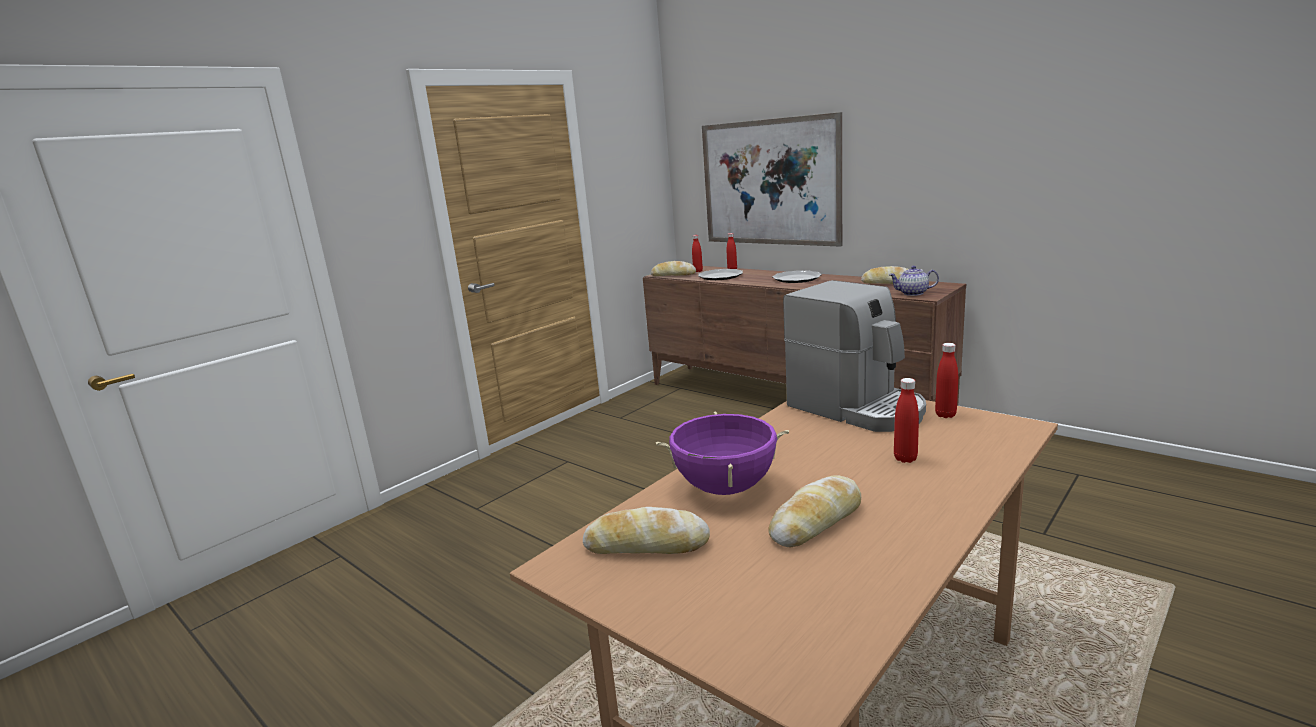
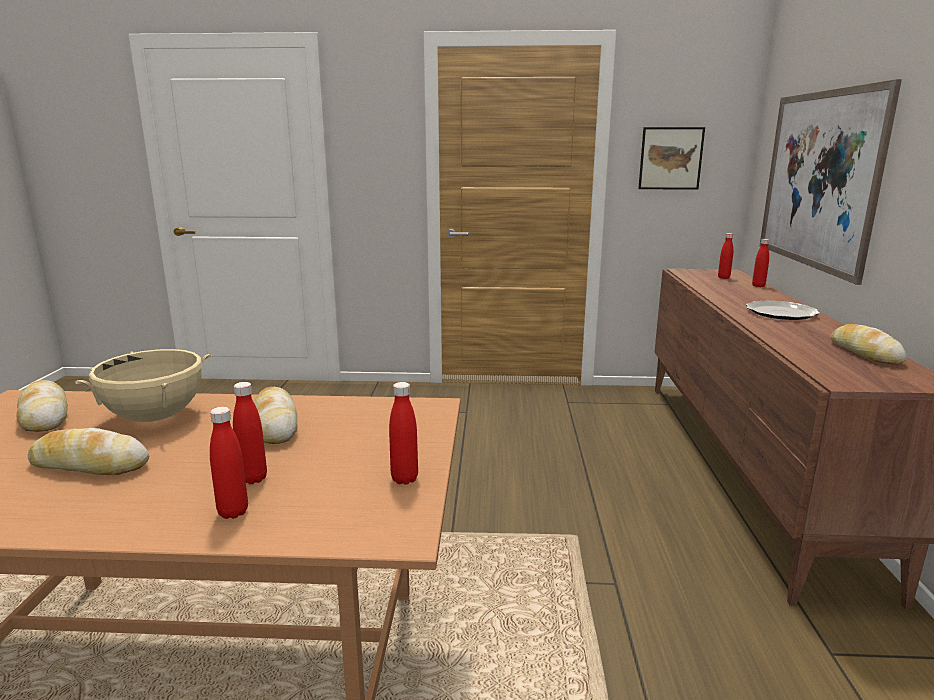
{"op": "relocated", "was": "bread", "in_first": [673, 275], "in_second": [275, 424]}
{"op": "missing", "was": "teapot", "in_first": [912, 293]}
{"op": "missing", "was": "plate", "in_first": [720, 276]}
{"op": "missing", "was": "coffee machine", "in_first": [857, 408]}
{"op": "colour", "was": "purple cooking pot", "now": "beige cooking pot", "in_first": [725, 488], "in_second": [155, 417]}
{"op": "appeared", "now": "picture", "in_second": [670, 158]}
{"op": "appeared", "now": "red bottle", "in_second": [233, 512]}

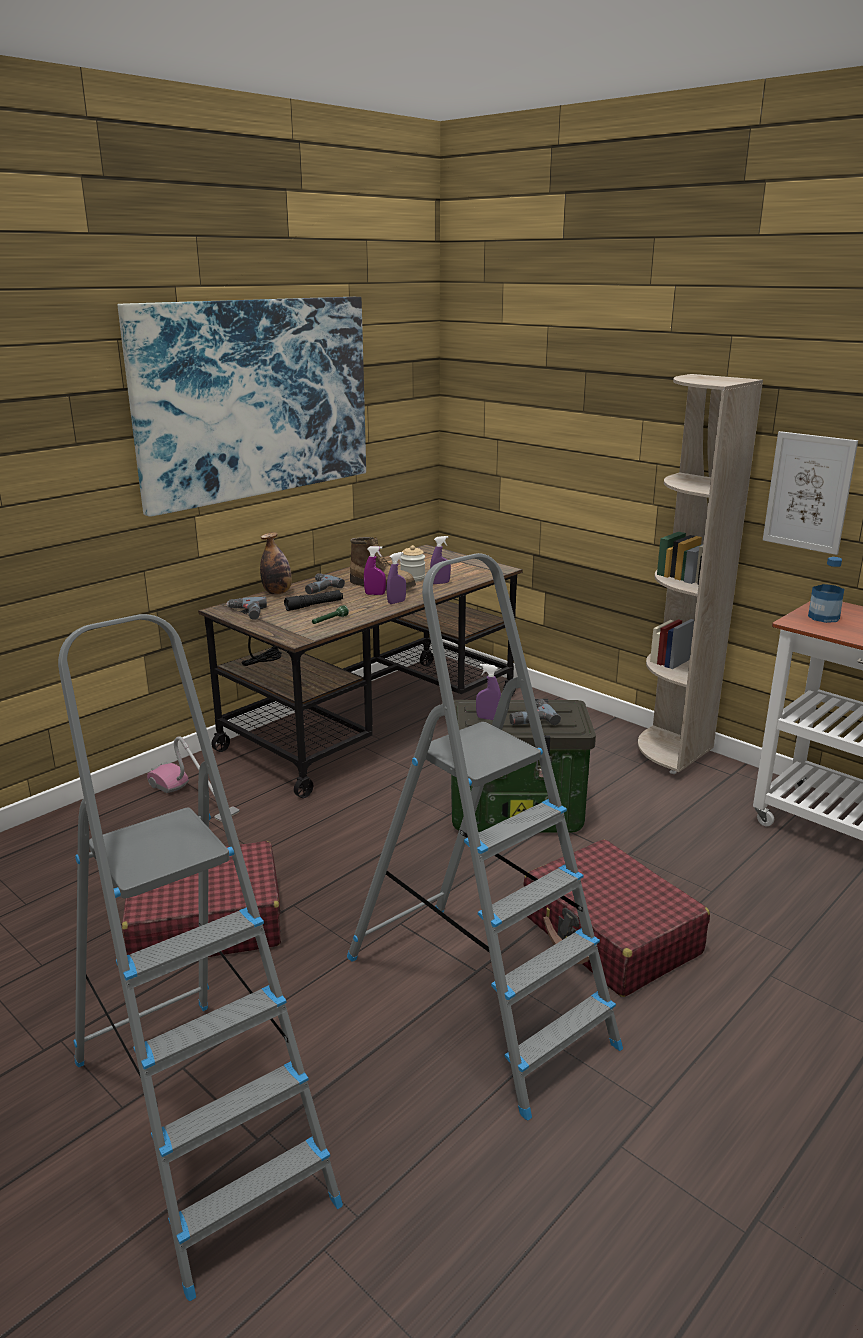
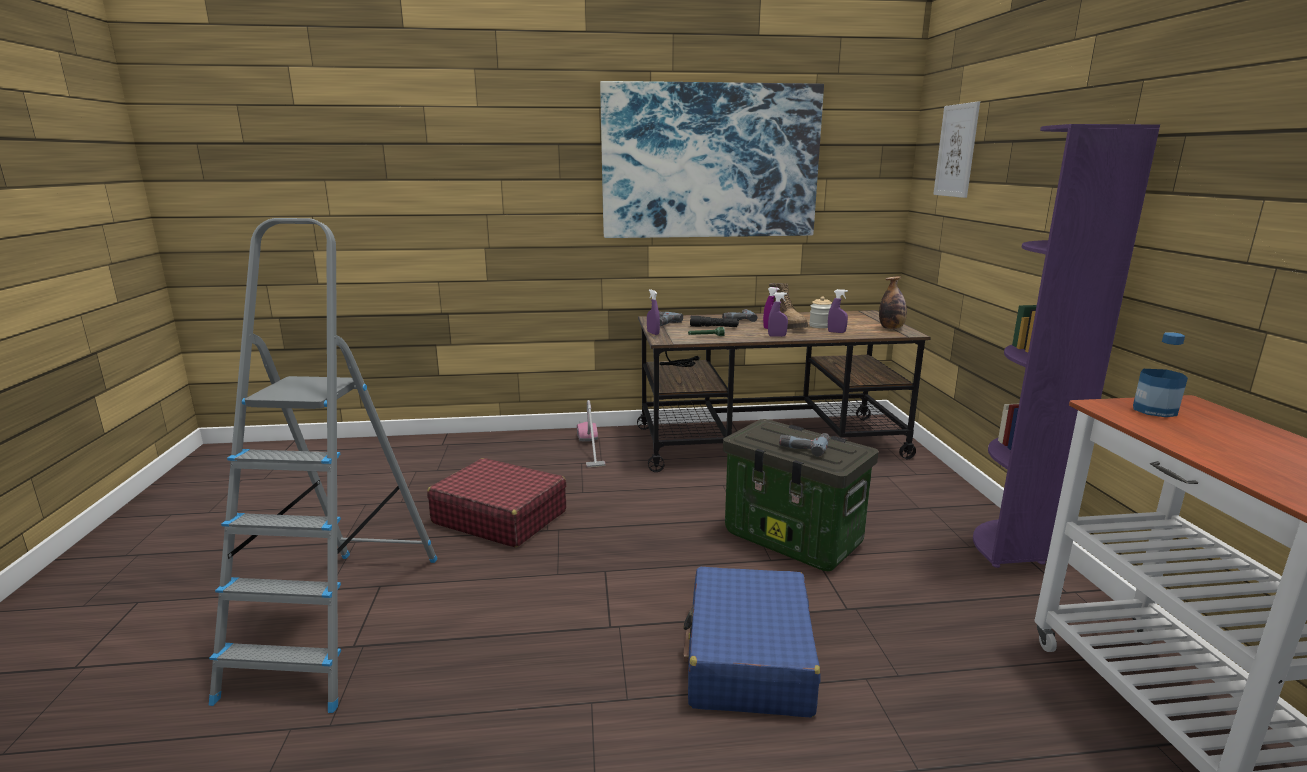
{"op": "colour", "was": "beige bookcase", "now": "purple bookcase", "in_first": [668, 757], "in_second": [1008, 552]}
{"op": "relocated", "was": "picture", "in_first": [808, 492], "in_second": [956, 151]}
{"op": "relocated", "was": "bottle", "in_first": [277, 593], "in_second": [891, 328]}
{"op": "missing", "was": "grey step ladder", "in_first": [478, 1000]}
{"op": "relocated", "was": "purple spray bottle", "in_first": [488, 718], "in_second": [653, 333]}
{"op": "colour", "was": "red suitcase", "now": "blue suitcase", "in_first": [611, 935], "in_second": [748, 658]}

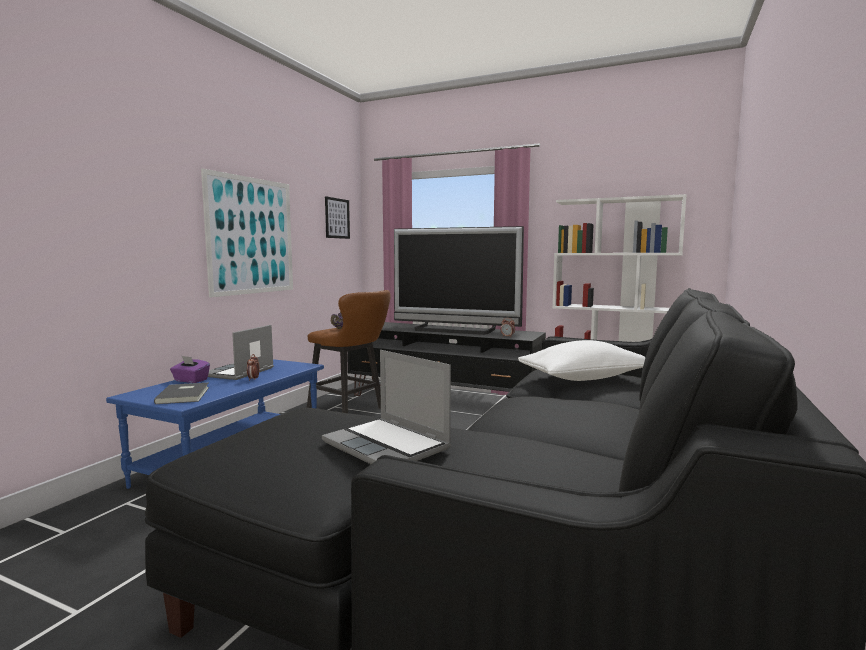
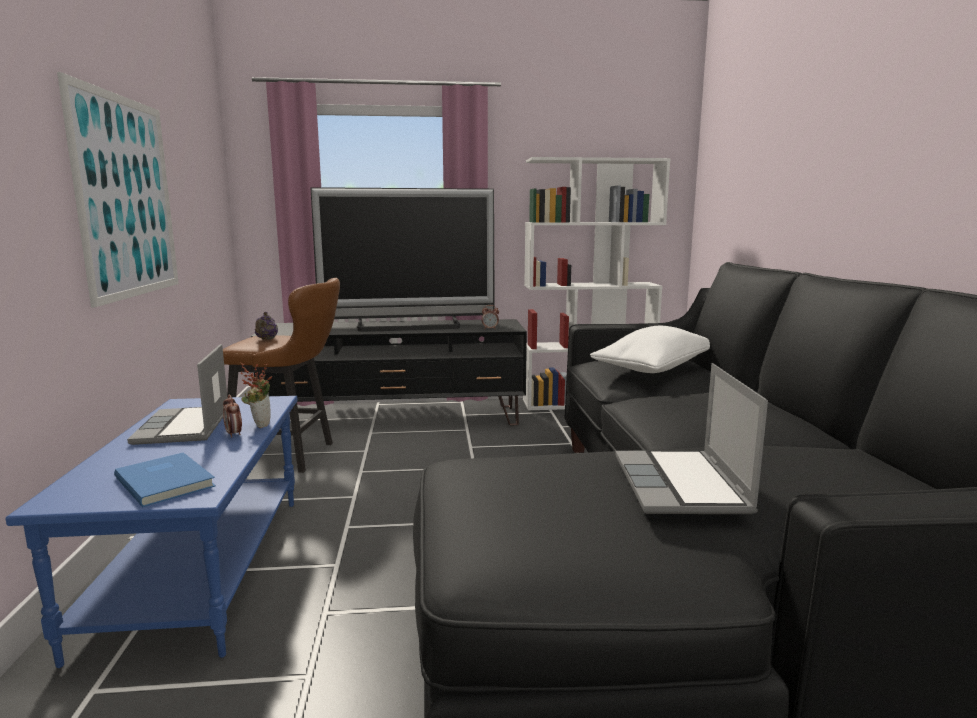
{"op": "missing", "was": "picture", "in_first": [337, 218]}
{"op": "spun", "was": "laptop", "in_first": [388, 446], "in_second": [682, 486], "clockwise": 75}
{"op": "missing", "was": "purple tissue box", "in_first": [190, 380]}
{"op": "colour", "was": "grey book", "now": "blue book", "in_first": [185, 395], "in_second": [167, 481]}
{"op": "appeared", "now": "potted plant", "in_second": [260, 424]}

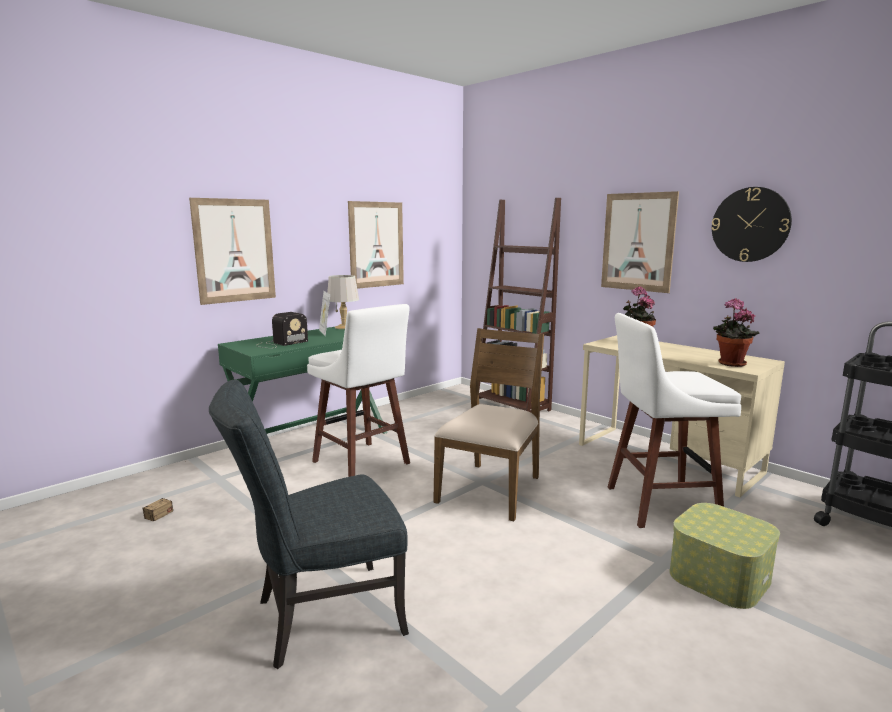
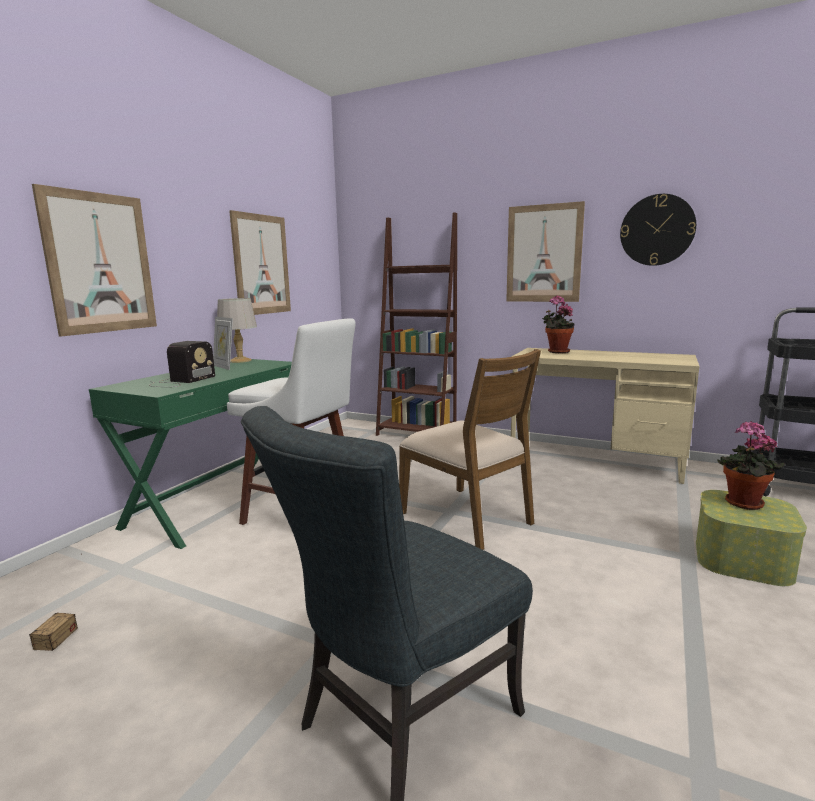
{"op": "relocated", "was": "potted plant", "in_first": [729, 364], "in_second": [742, 504]}
{"op": "missing", "was": "white stool", "in_first": [658, 505]}
{"op": "spun", "was": "brown chair", "in_first": [491, 489], "in_second": [467, 517], "clockwise": 135}

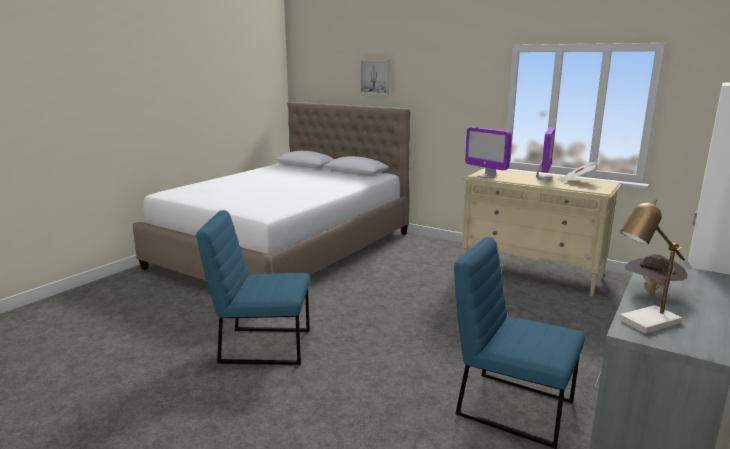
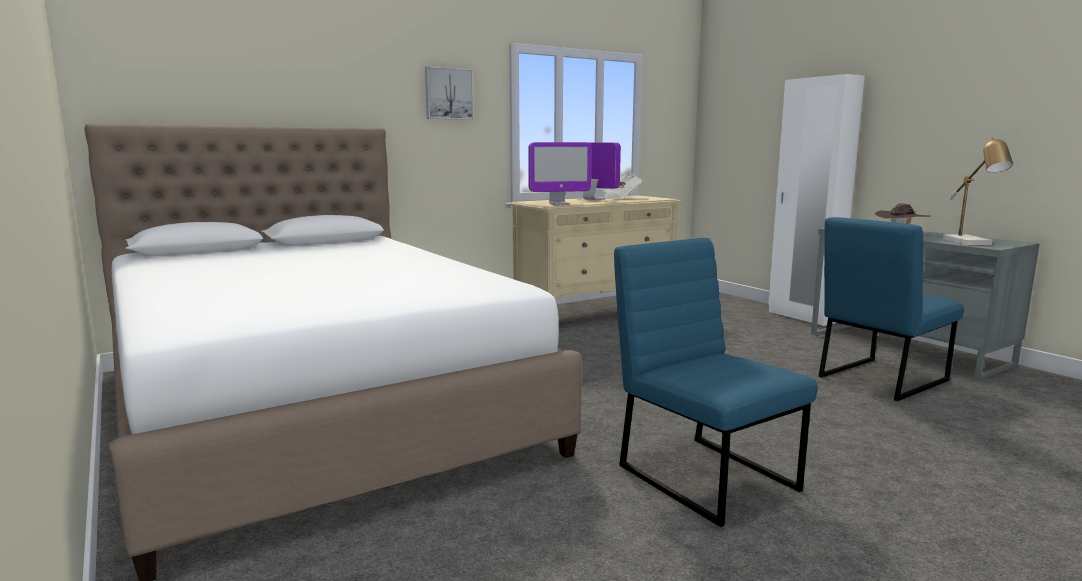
{"op": "relocated", "was": "picture", "in_first": [375, 77], "in_second": [448, 94]}
{"op": "spun", "was": "blue chair", "in_first": [262, 345], "in_second": [704, 475], "clockwise": 120}

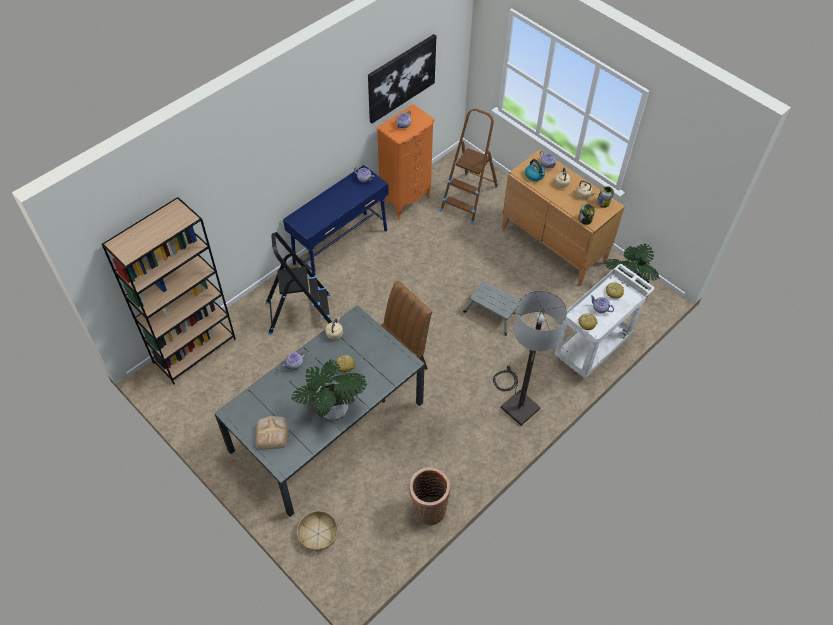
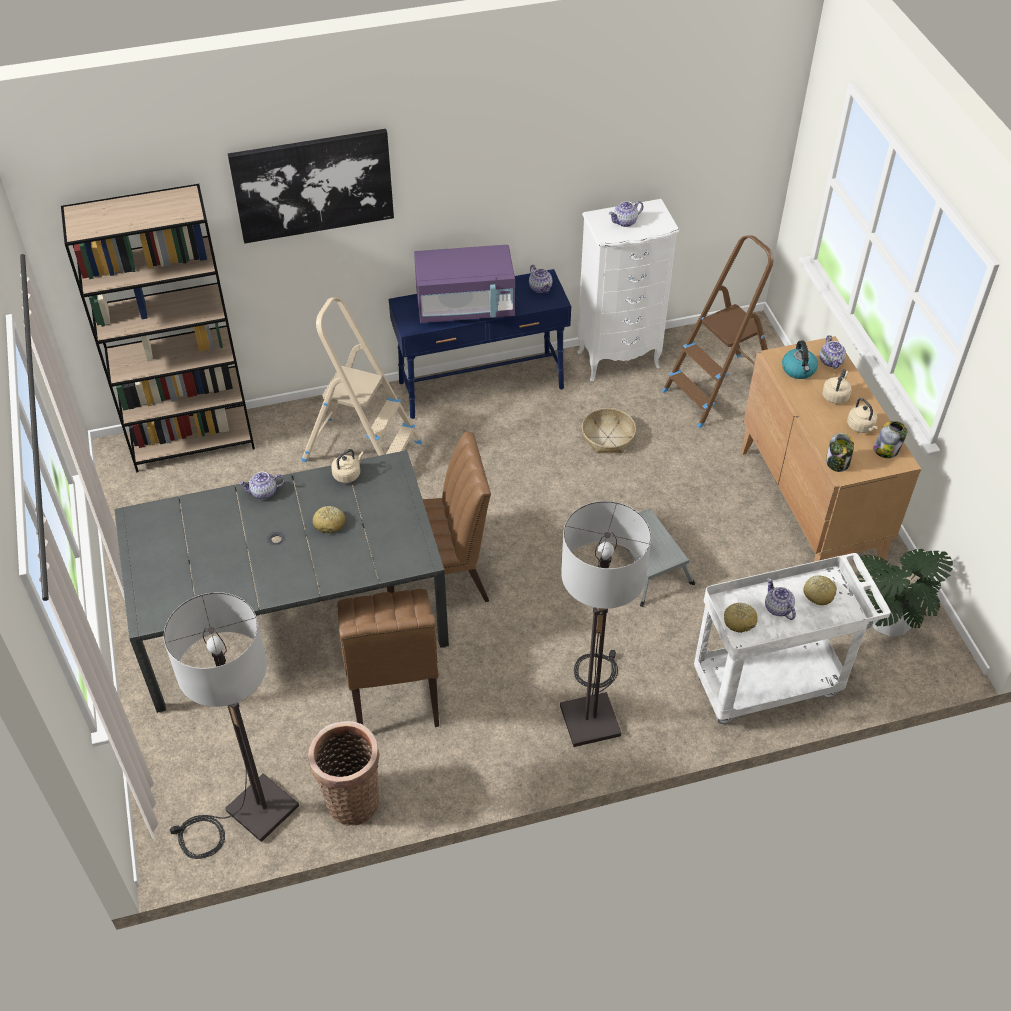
{"op": "relocated", "was": "picture", "in_first": [401, 78], "in_second": [313, 185]}
{"op": "colour", "was": "orange dresser", "now": "white dresser", "in_first": [406, 202], "in_second": [619, 361]}
{"op": "colour", "was": "black step ladder", "now": "beige step ladder", "in_first": [300, 314], "in_second": [363, 451]}
{"op": "missing", "was": "potted plant", "in_first": [333, 408]}
{"op": "missing", "was": "bread", "in_first": [272, 433]}
{"op": "relocated", "was": "basket", "in_first": [318, 534], "in_second": [608, 437]}
{"op": "appeared", "now": "purple microwave", "in_second": [465, 307]}
{"op": "appeared", "now": "brown chair", "in_second": [393, 687]}
{"op": "appeared", "now": "floor lamp", "in_second": [244, 817]}

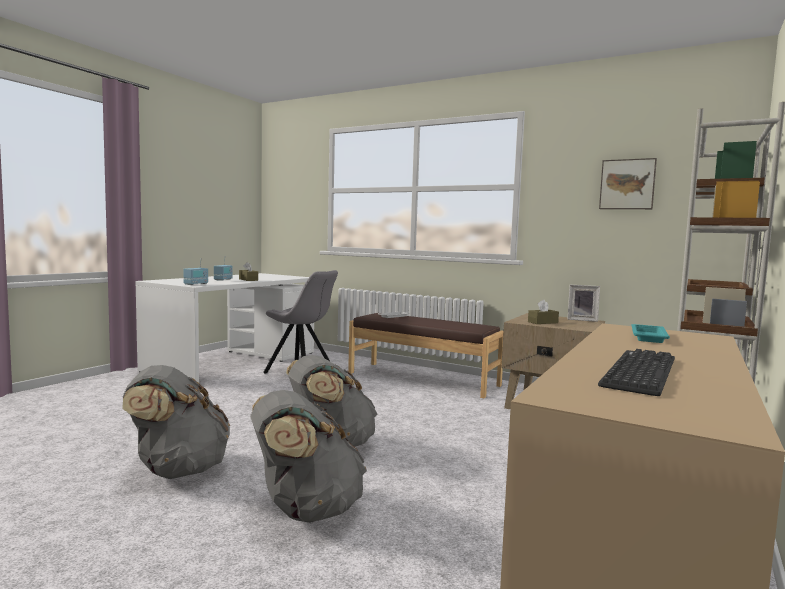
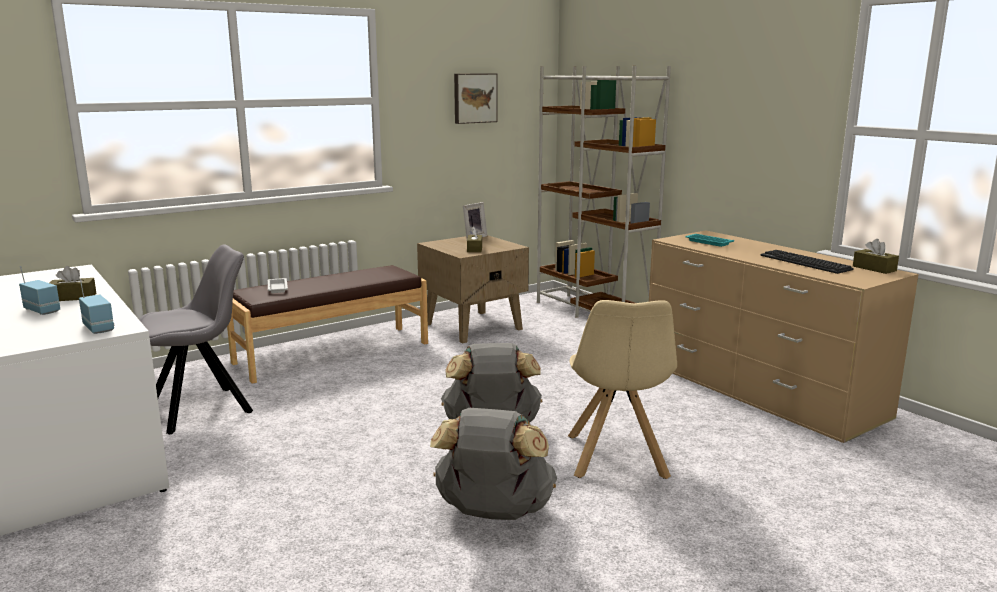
{"op": "exchanged", "was": "grey backpack", "now": "beige chair", "in_first": [305, 509], "in_second": [617, 459]}
{"op": "appeared", "now": "brown tissue box", "in_second": [874, 268]}

